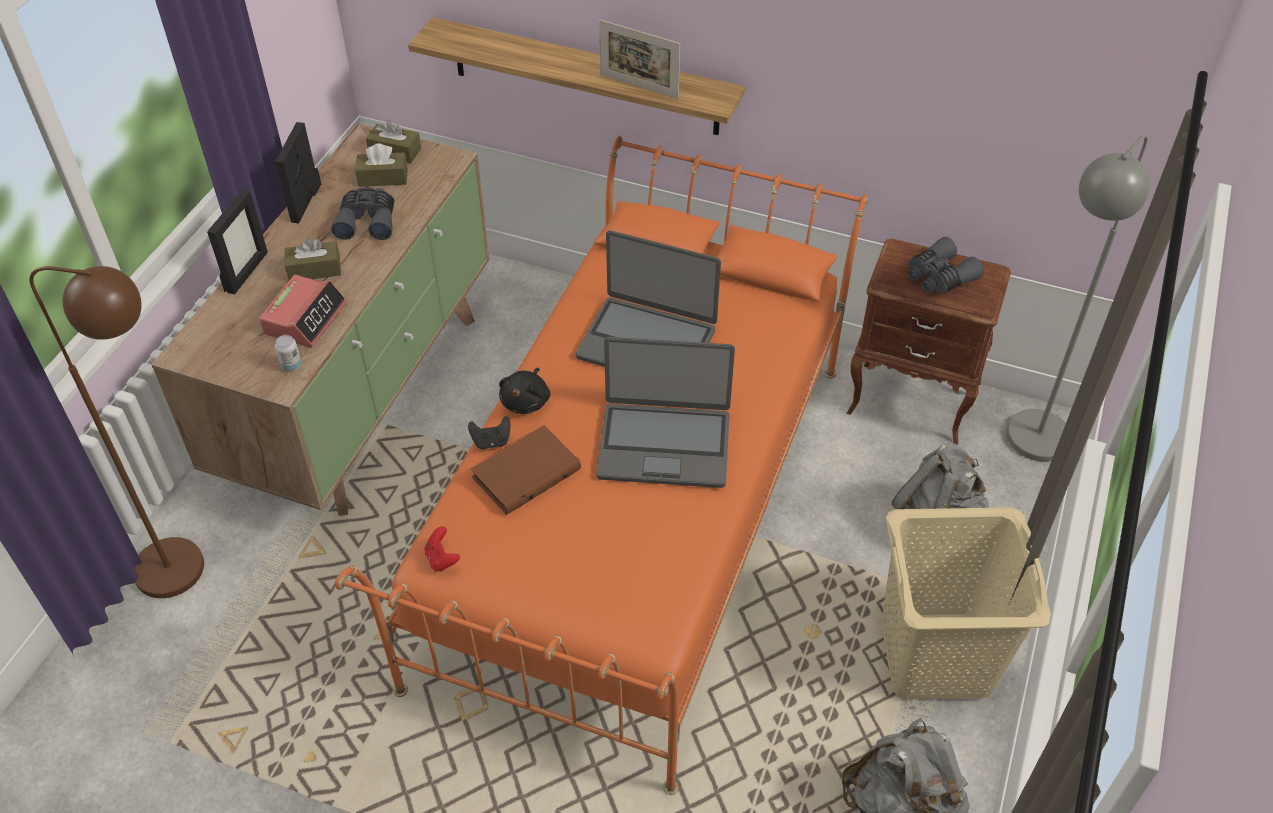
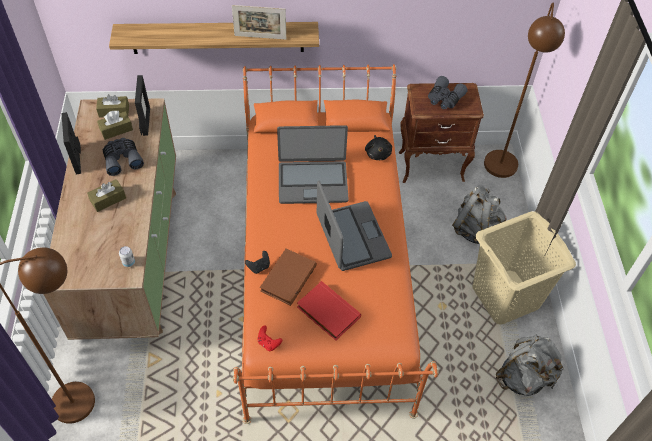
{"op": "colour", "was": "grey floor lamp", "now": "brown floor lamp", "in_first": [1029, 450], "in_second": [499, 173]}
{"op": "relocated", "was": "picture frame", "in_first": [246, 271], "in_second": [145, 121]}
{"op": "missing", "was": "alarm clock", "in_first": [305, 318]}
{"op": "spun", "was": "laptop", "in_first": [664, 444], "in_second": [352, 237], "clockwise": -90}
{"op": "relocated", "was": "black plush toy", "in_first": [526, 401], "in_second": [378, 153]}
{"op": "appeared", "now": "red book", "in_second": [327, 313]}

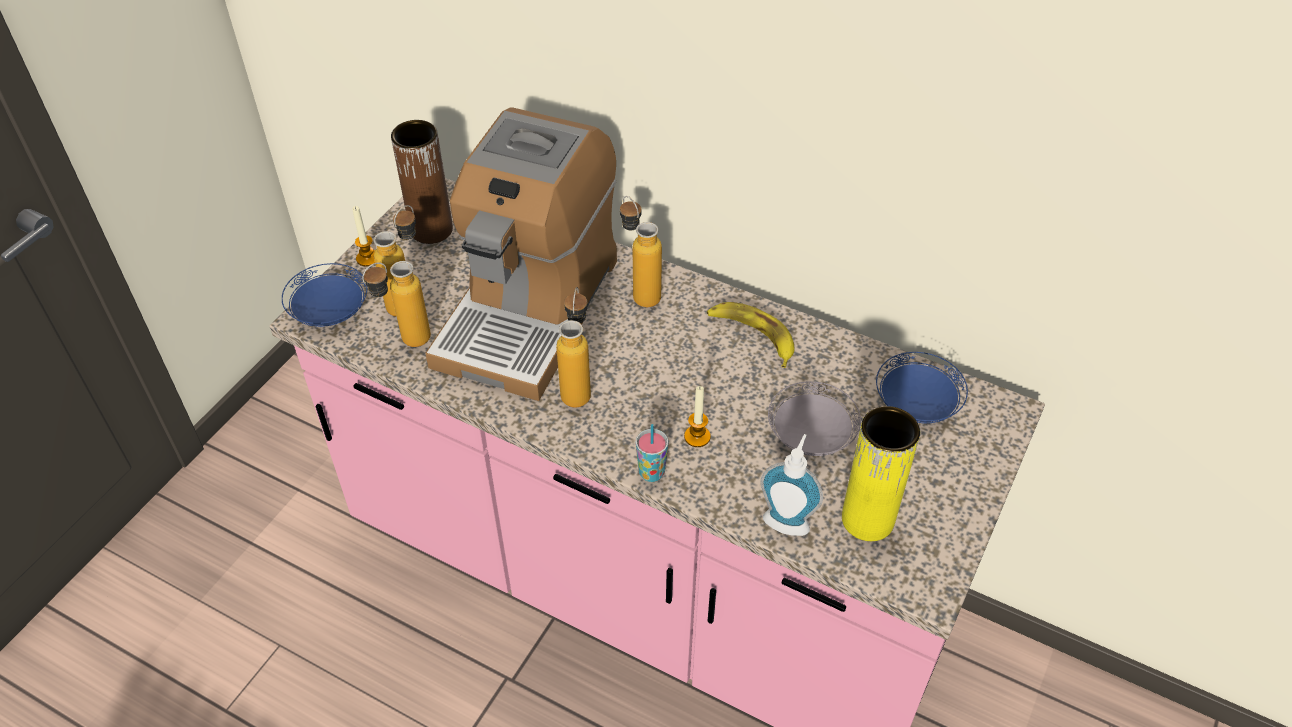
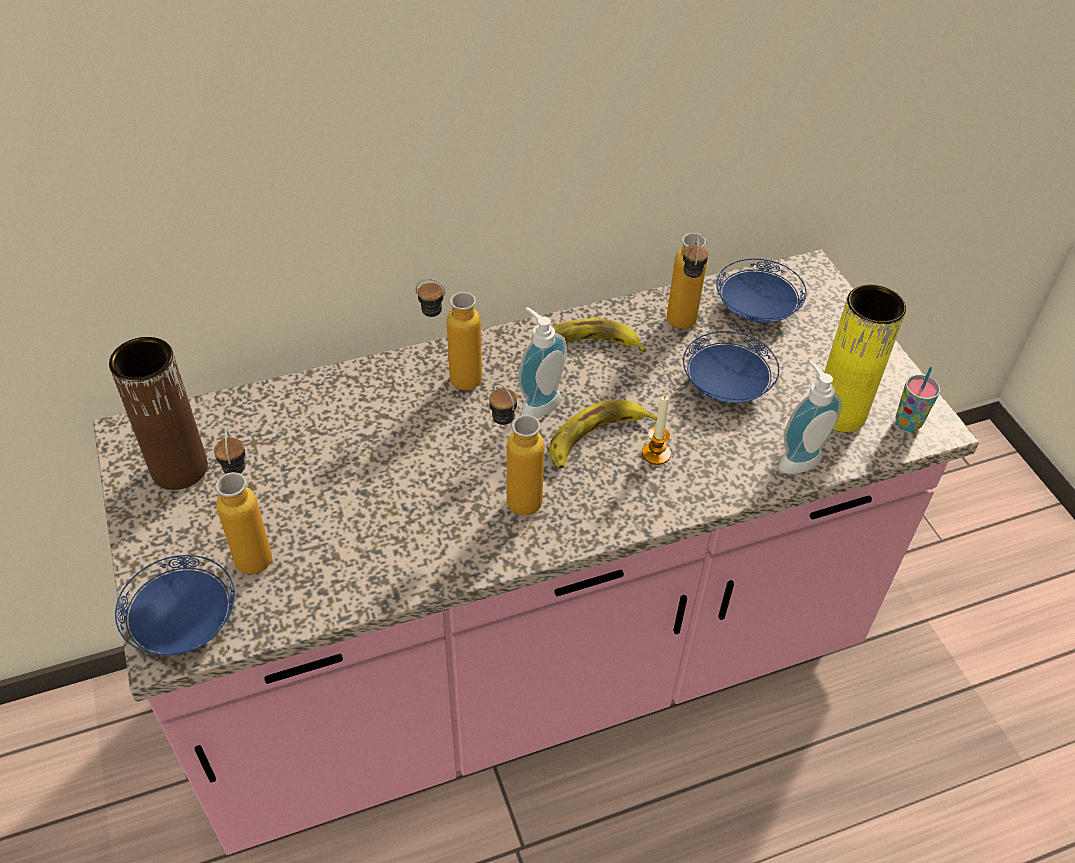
{"op": "missing", "was": "coffee machine", "in_first": [529, 309]}
{"op": "missing", "was": "candle", "in_first": [367, 258]}
{"op": "relocated", "was": "bottle", "in_first": [405, 343], "in_second": [681, 329]}
{"op": "colour", "was": "grey plate", "now": "blue plate", "in_first": [810, 435], "in_second": [725, 387]}
{"op": "relocated", "was": "cup", "in_first": [651, 473], "in_second": [907, 423]}
{"op": "appeared", "now": "soap dispenser", "in_second": [537, 403]}
{"op": "appeared", "now": "banana", "in_second": [596, 438]}

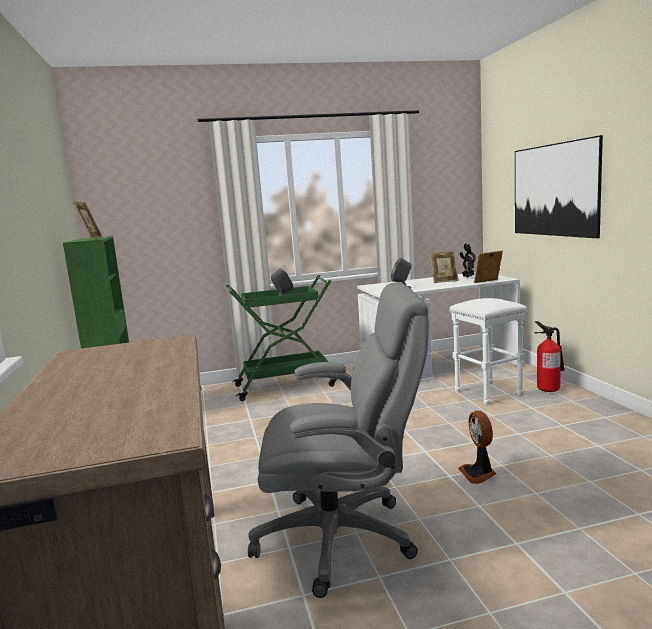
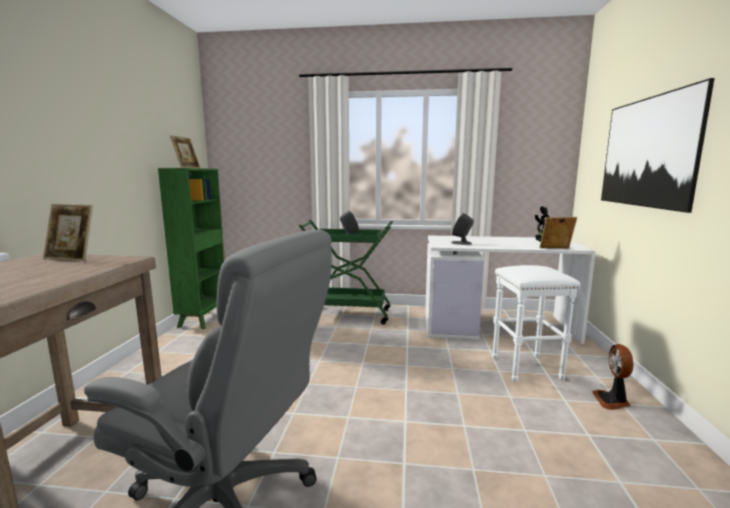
{"op": "relocated", "was": "picture frame", "in_first": [444, 281], "in_second": [72, 258]}
{"op": "missing", "was": "fire extinguisher", "in_first": [549, 389]}
{"op": "relocated", "was": "fan", "in_first": [478, 473], "in_second": [612, 401]}

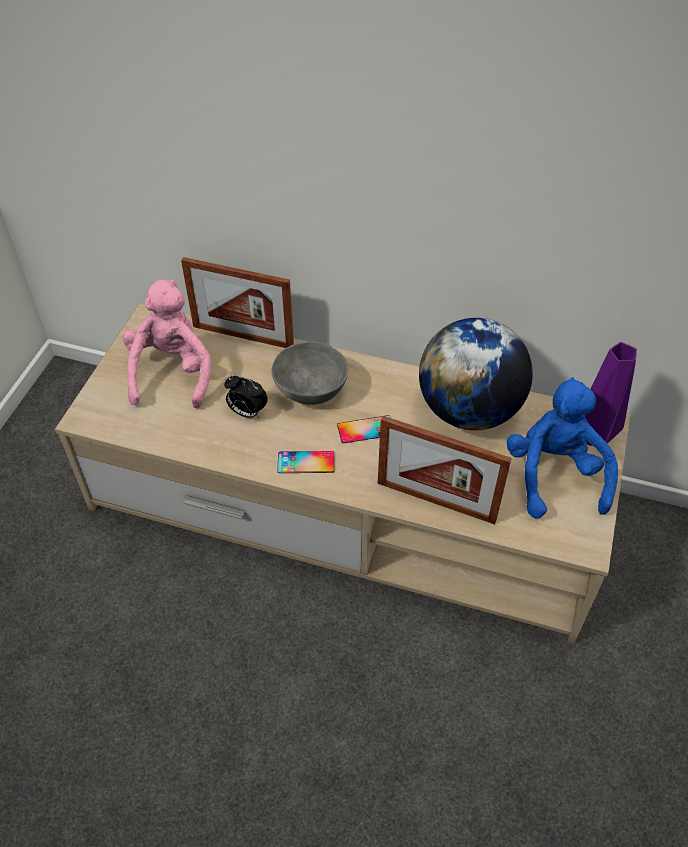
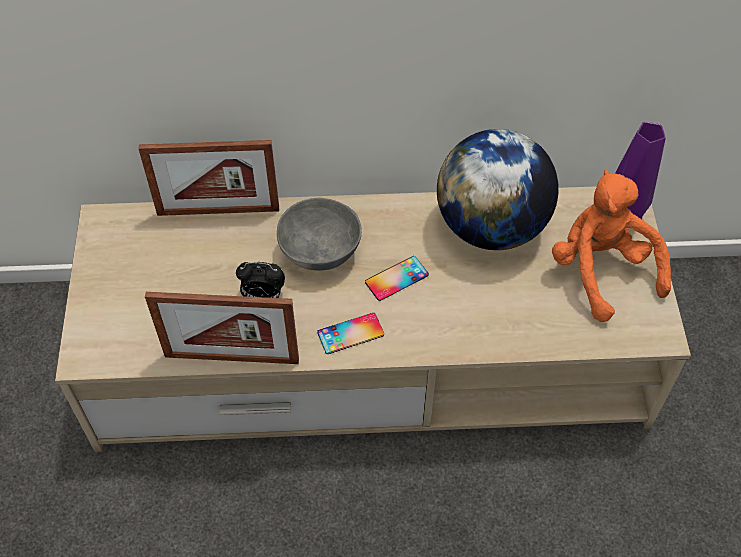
{"op": "missing", "was": "pink plush toy", "in_first": [172, 373]}
{"op": "colour", "was": "blue plush toy", "now": "orange plush toy", "in_first": [554, 475], "in_second": [601, 270]}
{"op": "relocated", "was": "picture frame", "in_first": [436, 501], "in_second": [231, 358]}

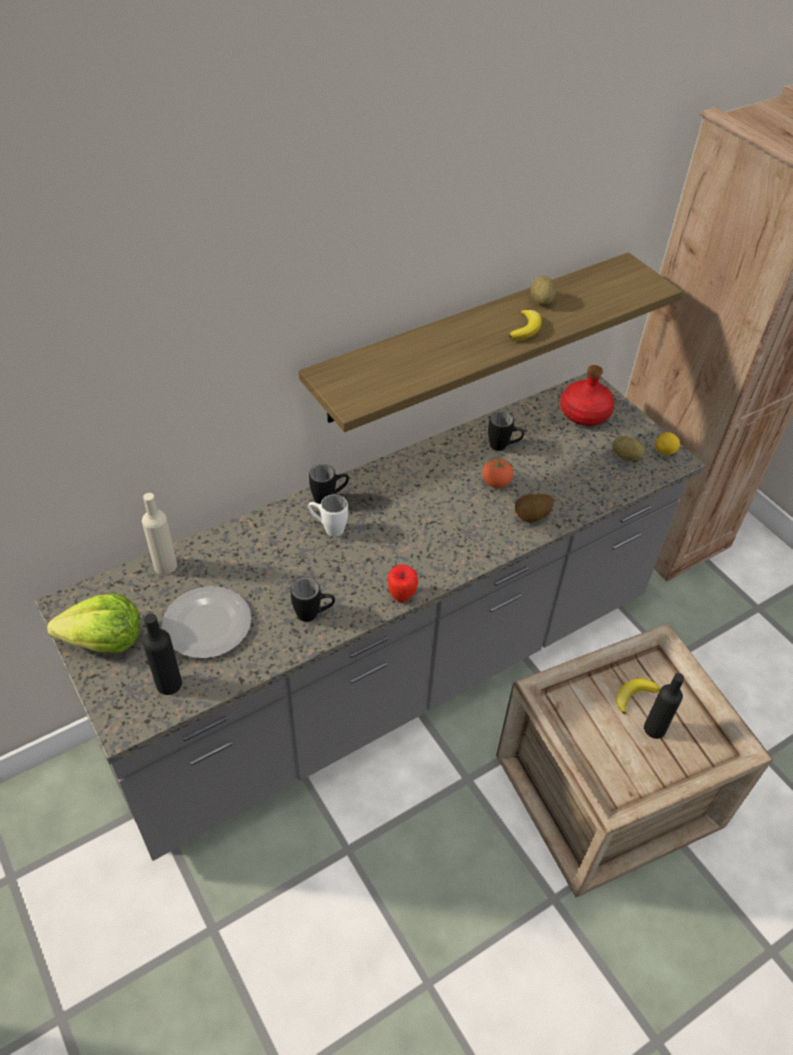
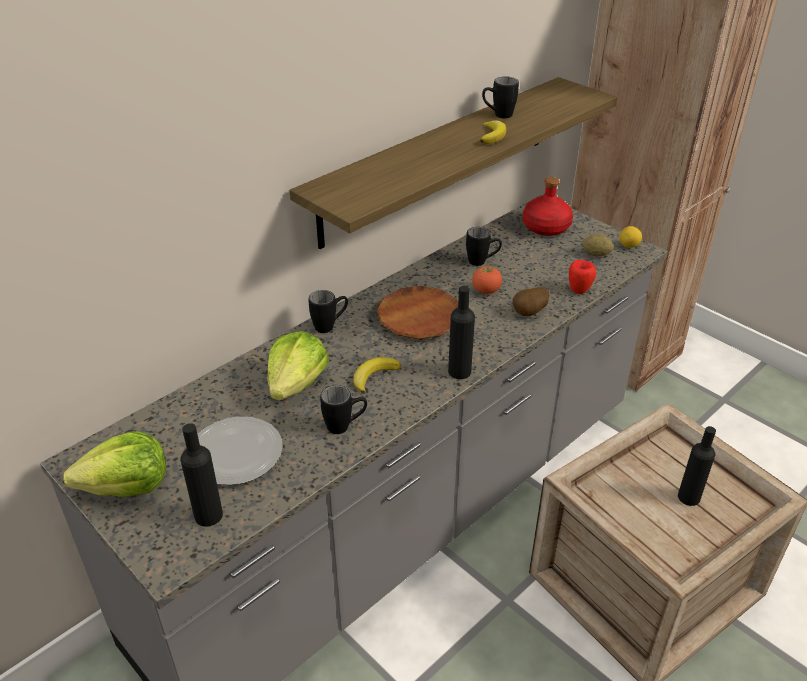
{"op": "exchanged", "was": "potato", "now": "black mug", "in_first": [541, 301], "in_second": [498, 115]}
{"op": "missing", "was": "beige bottle", "in_first": [165, 565]}
{"op": "missing", "was": "white mug", "in_first": [328, 528]}
{"op": "relocated", "was": "apple", "in_first": [401, 595], "in_second": [579, 290]}
{"op": "relocated", "was": "banana", "in_first": [633, 695], "in_second": [374, 376]}
{"op": "appeared", "now": "brown plate", "in_second": [419, 318]}
{"op": "appeared", "now": "black bottle", "in_second": [459, 371]}
{"op": "appeared", "now": "lettuce", "in_second": [297, 384]}

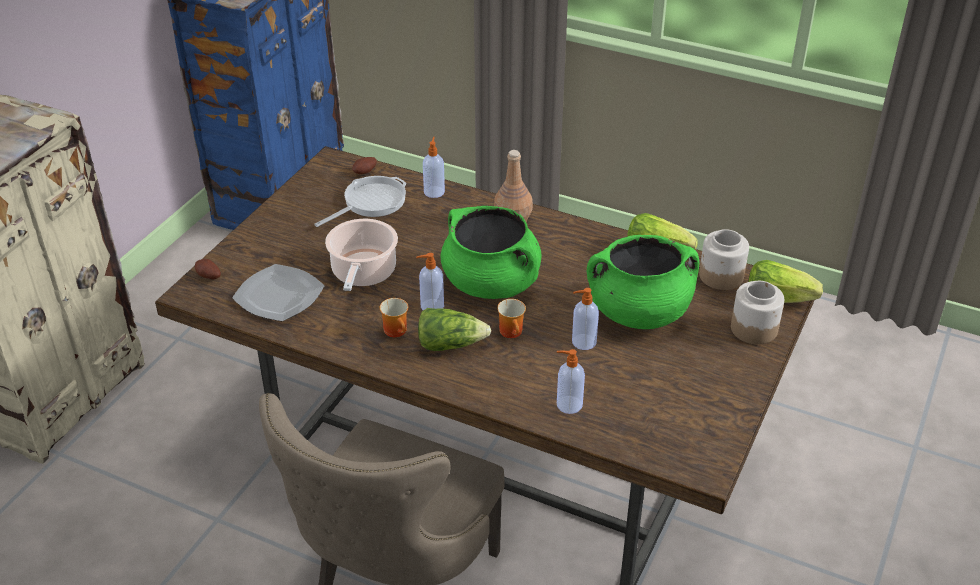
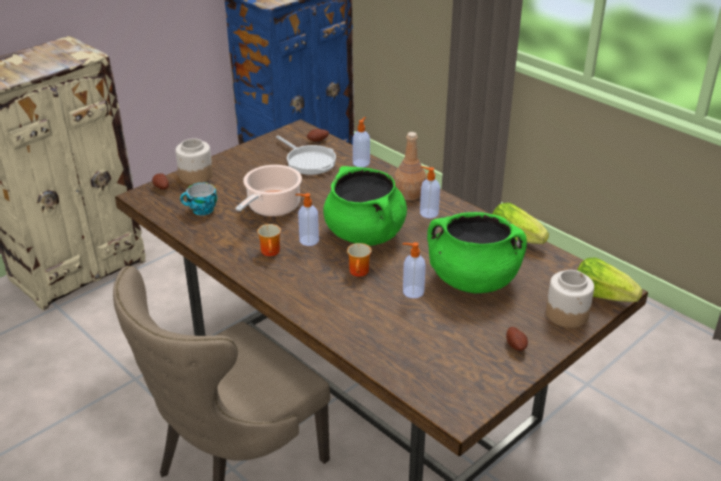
{"op": "spun", "was": "frying pan", "in_first": [371, 202], "in_second": [309, 161], "clockwise": 75}
{"op": "relocated", "was": "jar", "in_first": [720, 276], "in_second": [195, 176]}
{"op": "exchanged", "was": "plate", "now": "cup", "in_first": [279, 296], "in_second": [201, 210]}
{"op": "missing", "was": "lettuce", "in_first": [450, 344]}
{"op": "relocated", "was": "soap dispenser", "in_first": [568, 405], "in_second": [428, 213]}
{"op": "appeared", "now": "potato", "in_second": [516, 345]}

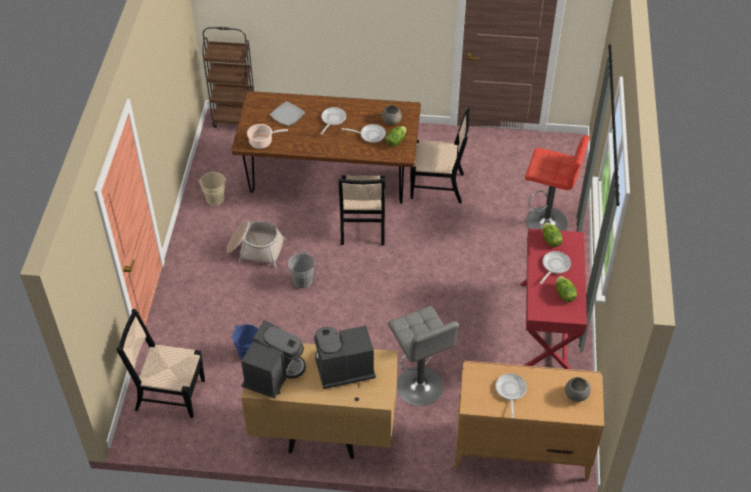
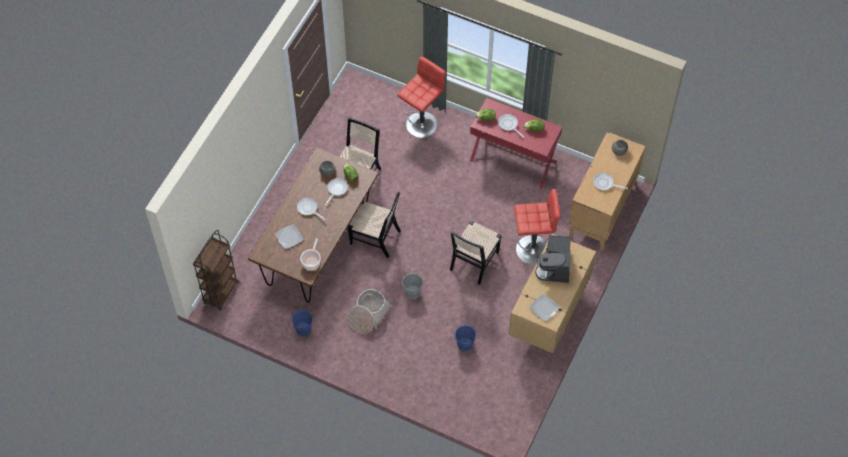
{"op": "colour", "was": "beige bucket", "now": "blue bucket", "in_first": [215, 197], "in_second": [301, 329]}
{"op": "colour", "was": "grey stool", "now": "red stool", "in_first": [419, 387], "in_second": [533, 250]}
{"op": "relocated", "was": "chair", "in_first": [170, 394], "in_second": [474, 261]}
{"op": "exchanged", "was": "coffee machine", "now": "plate", "in_first": [273, 373], "in_second": [544, 308]}

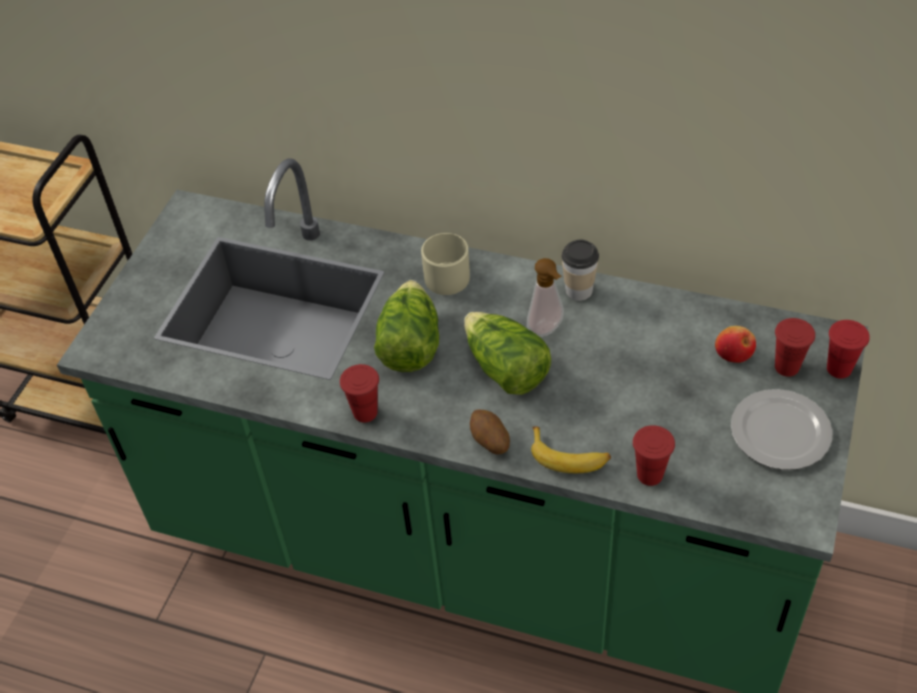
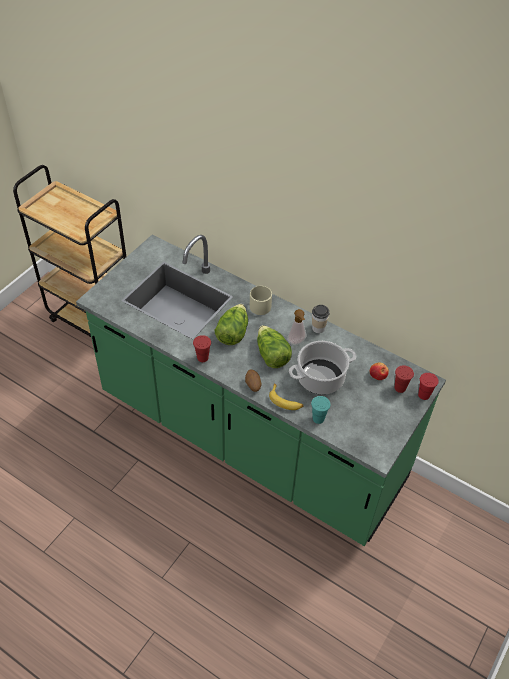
{"op": "missing", "was": "plate", "in_first": [780, 430]}
{"op": "colour", "was": "red cup", "now": "turquoise cup", "in_first": [650, 475], "in_second": [318, 418]}
{"op": "appeared", "now": "cooking pot", "in_second": [320, 378]}

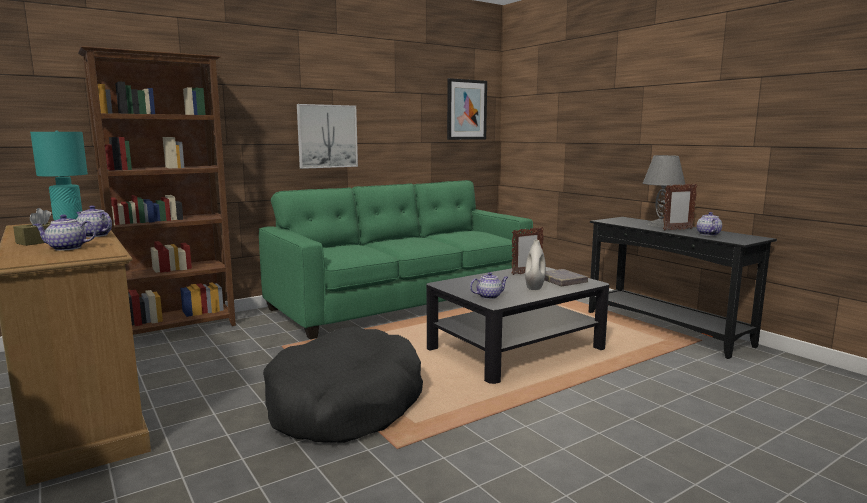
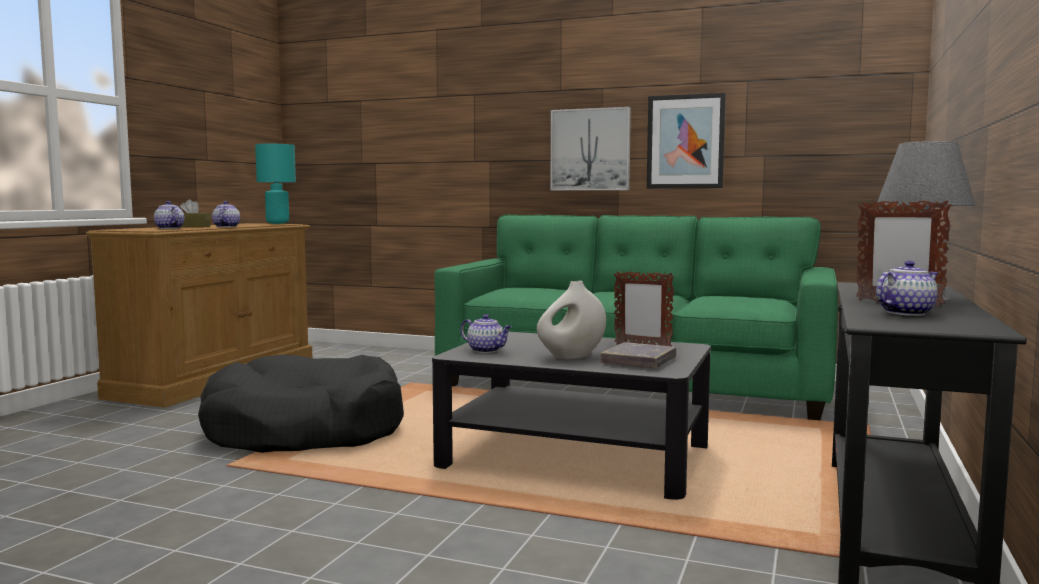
{"op": "missing", "was": "brown bookcase", "in_first": [178, 329]}
{"op": "relocated", "was": "picture", "in_first": [466, 109], "in_second": [685, 141]}

